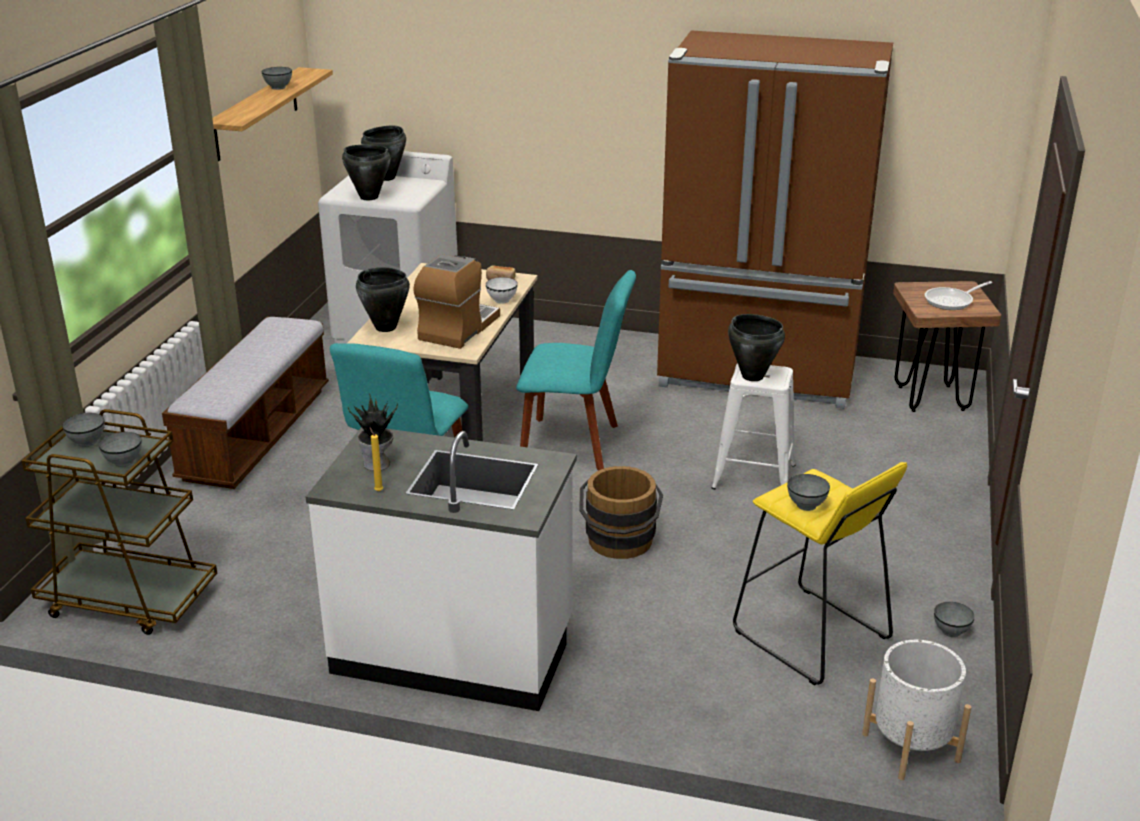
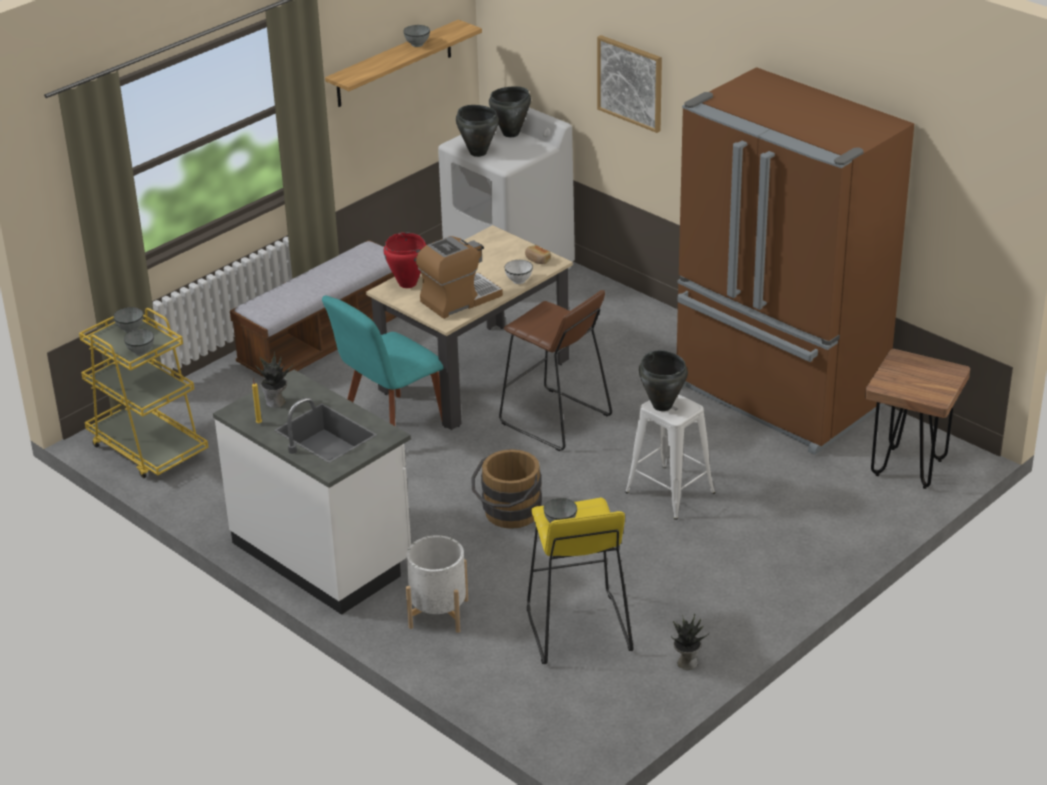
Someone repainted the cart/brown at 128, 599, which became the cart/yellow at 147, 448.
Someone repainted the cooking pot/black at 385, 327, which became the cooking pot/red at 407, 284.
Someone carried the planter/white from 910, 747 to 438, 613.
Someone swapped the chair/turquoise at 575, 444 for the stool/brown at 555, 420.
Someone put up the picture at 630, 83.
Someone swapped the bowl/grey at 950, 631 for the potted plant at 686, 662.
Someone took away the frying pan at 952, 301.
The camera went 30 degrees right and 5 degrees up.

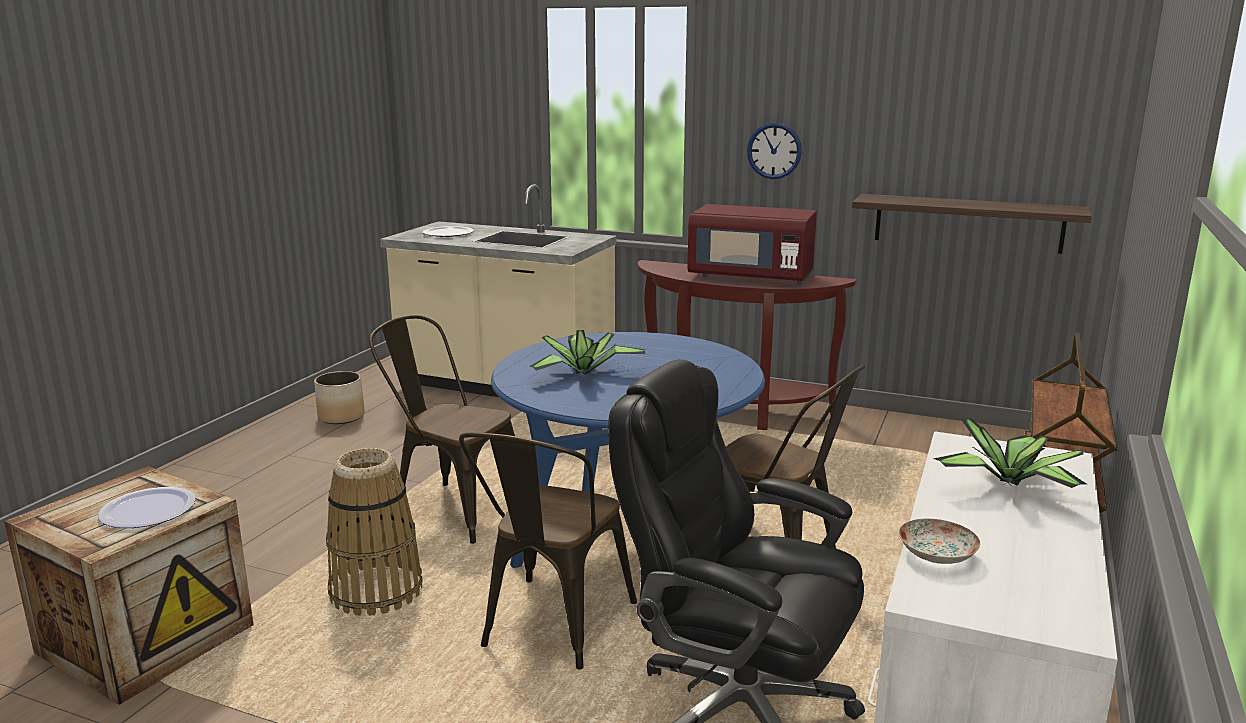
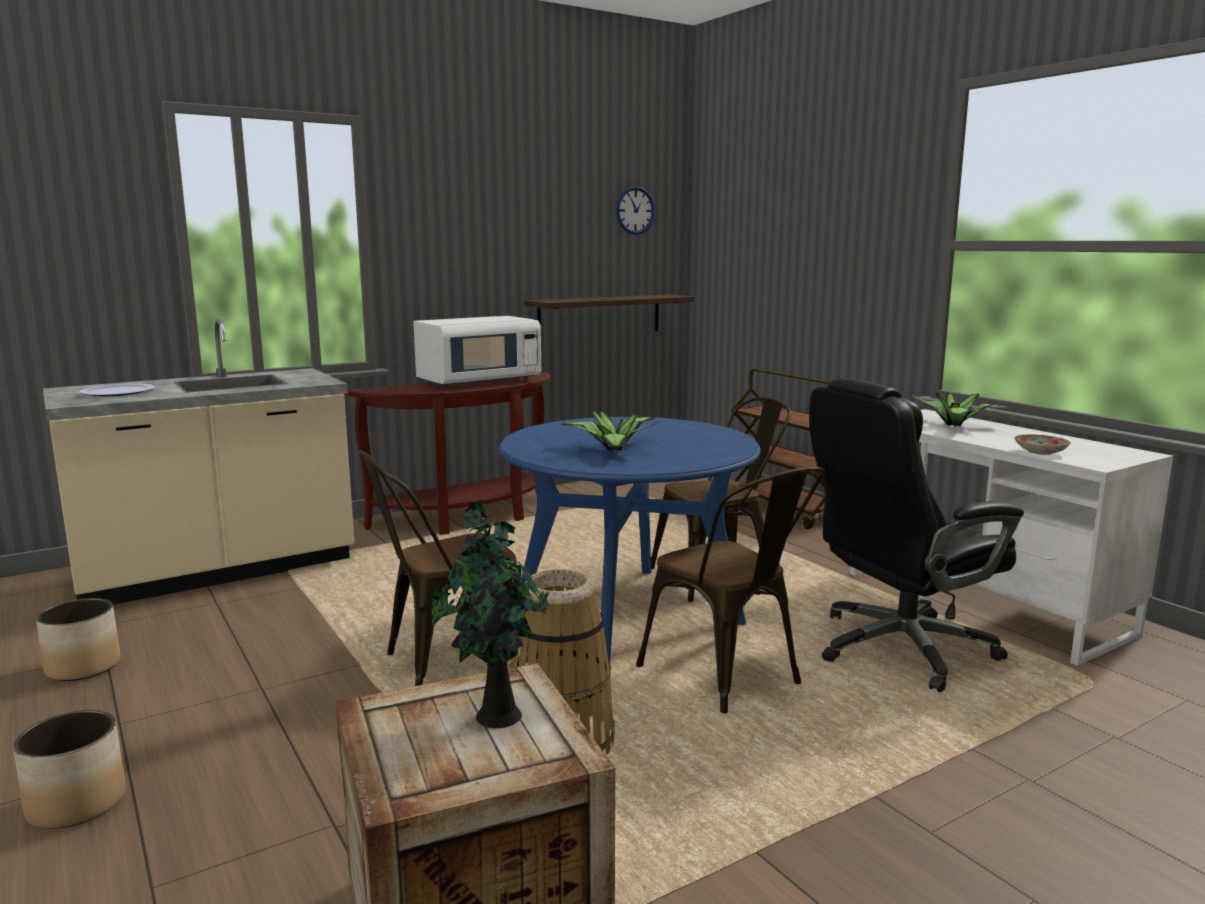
Someone put down the planter at 77, 803.
Someone repainted the microwave/red at 751, 277, which became the microwave/white at 479, 382.
Someone swapped the plate at 148, 510 for the potted plant at 494, 715.
Someone carried the wall clock from 774, 151 to 635, 210.
The camera went 55 degrees left and 5 degrees down.

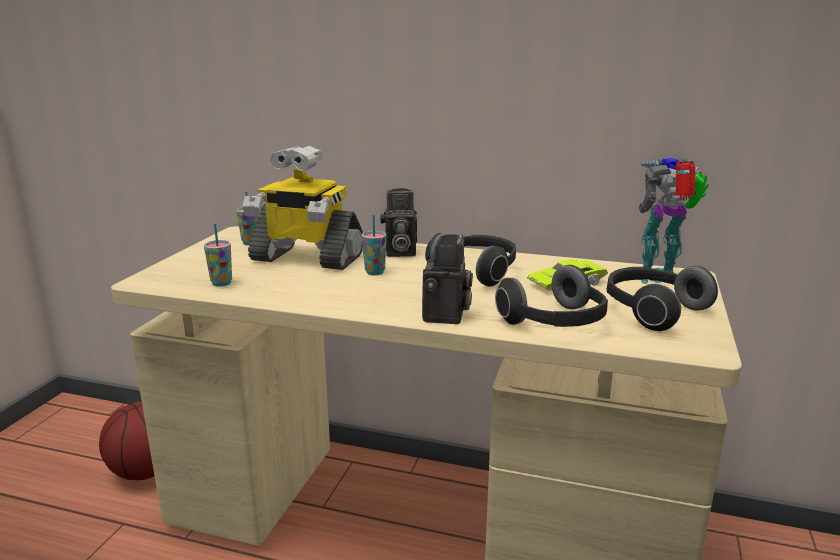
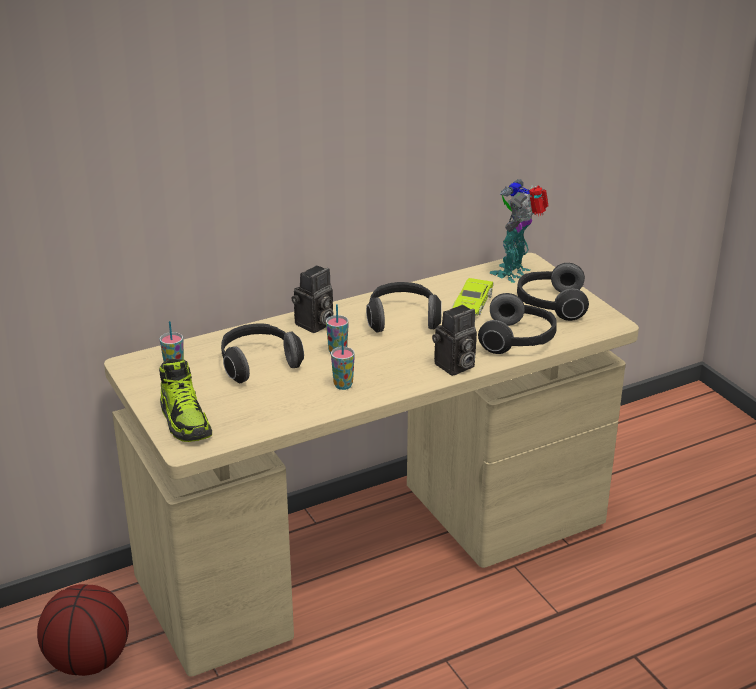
Someone put down the shoe at 185, 421.
Someone swapped the toy robot at 306, 258 for the headphones at 258, 364.
Someone carried the cup from 221, 283 to 343, 385.
Someone rotated the photo camera at 446, 317 by 90 degrees clockwise.
The camera went 45 degrees left and 10 degrees up.

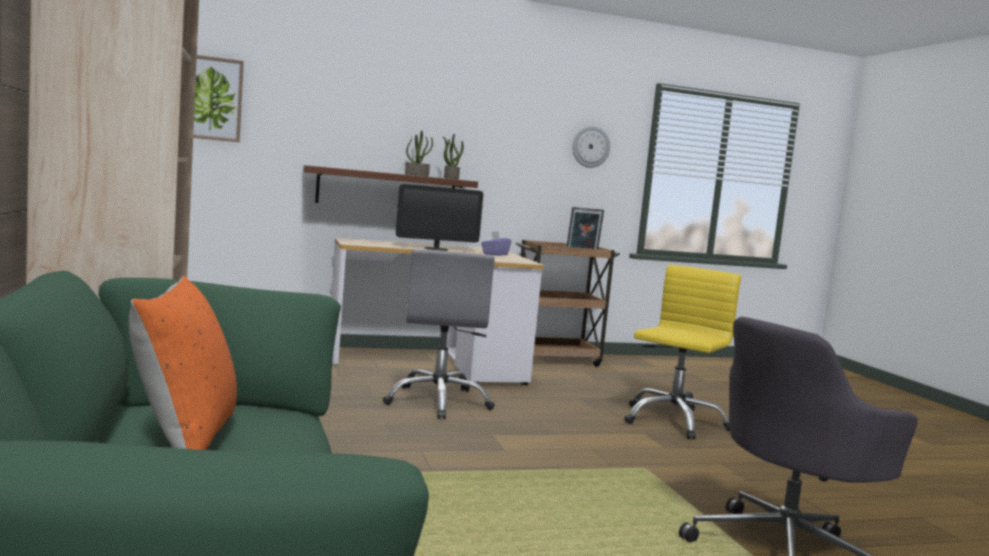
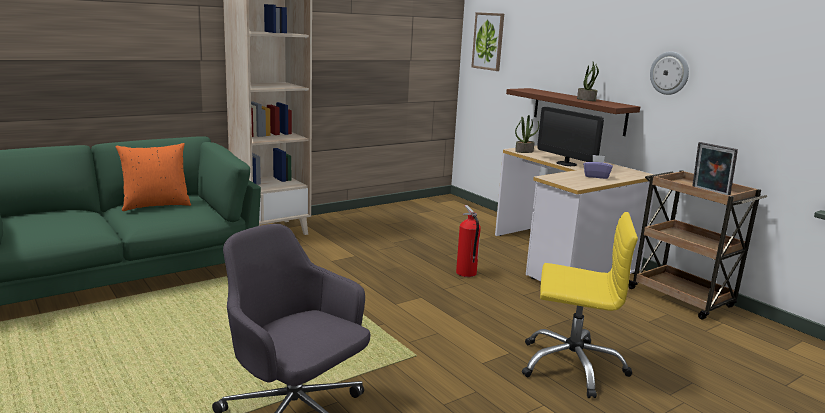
Someone swapped the office chair/grey at 438, 402 for the fire extinguisher at 466, 273.
Someone carried the potted plant from 450, 178 to 524, 151.
Someone carried the wall clock from 590, 147 to 669, 73.
The camera went 70 degrees right and 10 degrees up.

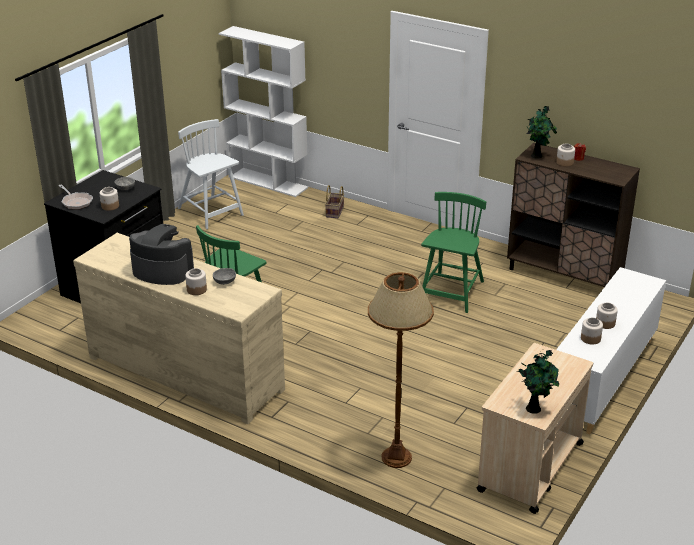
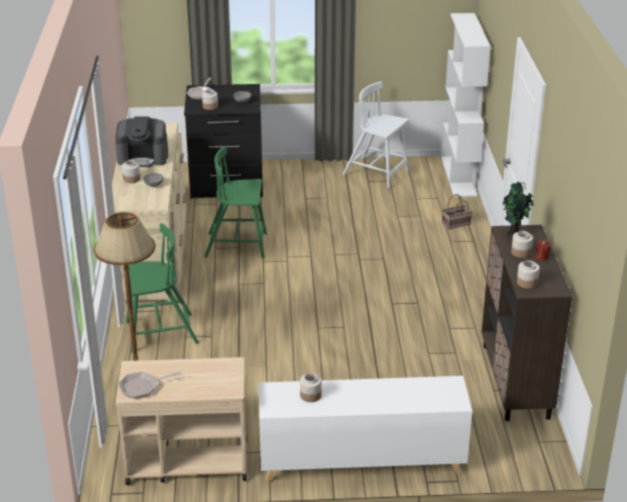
Someone rotated the coffee machine at 162, 271 by 105 degrees clockwise.
Someone swapped the potted plant at 534, 408 for the frying pan at 142, 387.
Someone carried the chair/green from 451, 293 to 160, 333.
Someone rotated the chair/white at 211, 212 by 75 degrees counterclockwise.
Someone carried the jar from 605, 323 to 526, 283.
The camera went 55 degrees right and 0 degrees up.

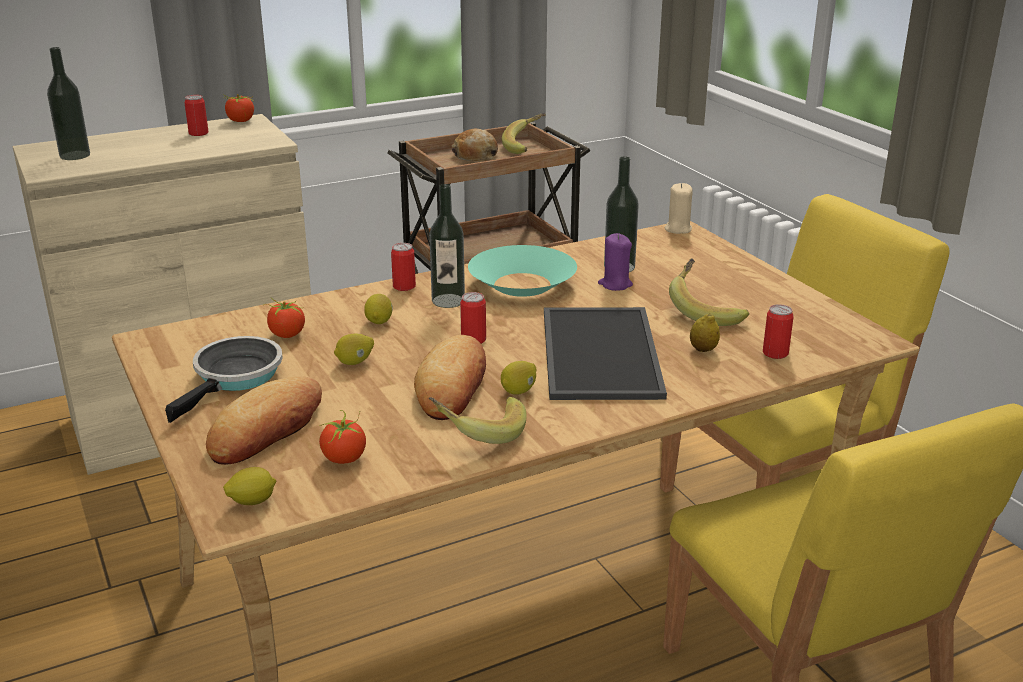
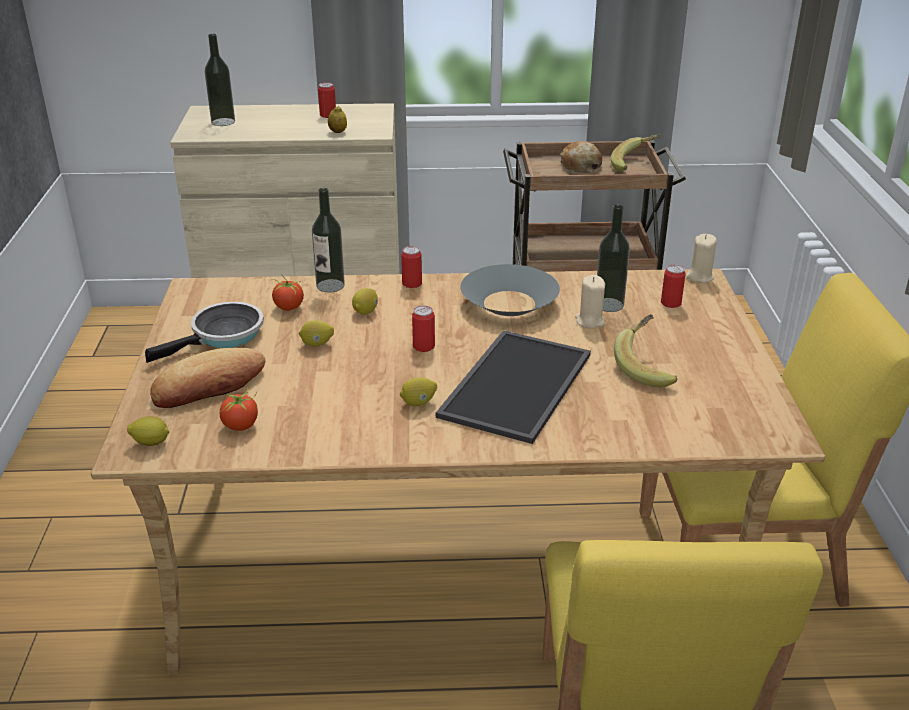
Someone carried the bottle from 448, 301 to 330, 285.
Someone carried the lemon from 703, 350 to 338, 132.
Someone repainted the bowl/turquoise at 523, 284, which became the bowl/grey at 510, 303.
Someone repainted the candle/purple at 615, 284, which became the candle/beige at 589, 321.
Someone carried the can from 775, 353 to 671, 303.
Someone took away the tomato at 240, 121.
Someone took away the bread at 452, 385.
Someone took away the banana at 479, 432.
The camera went 25 degrees right and 5 degrees up.

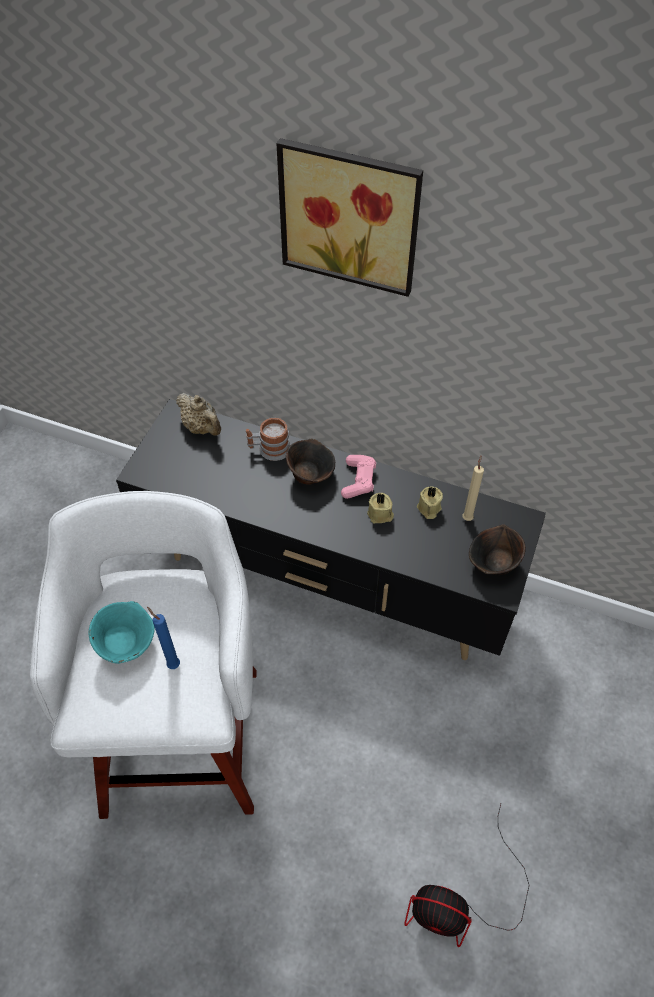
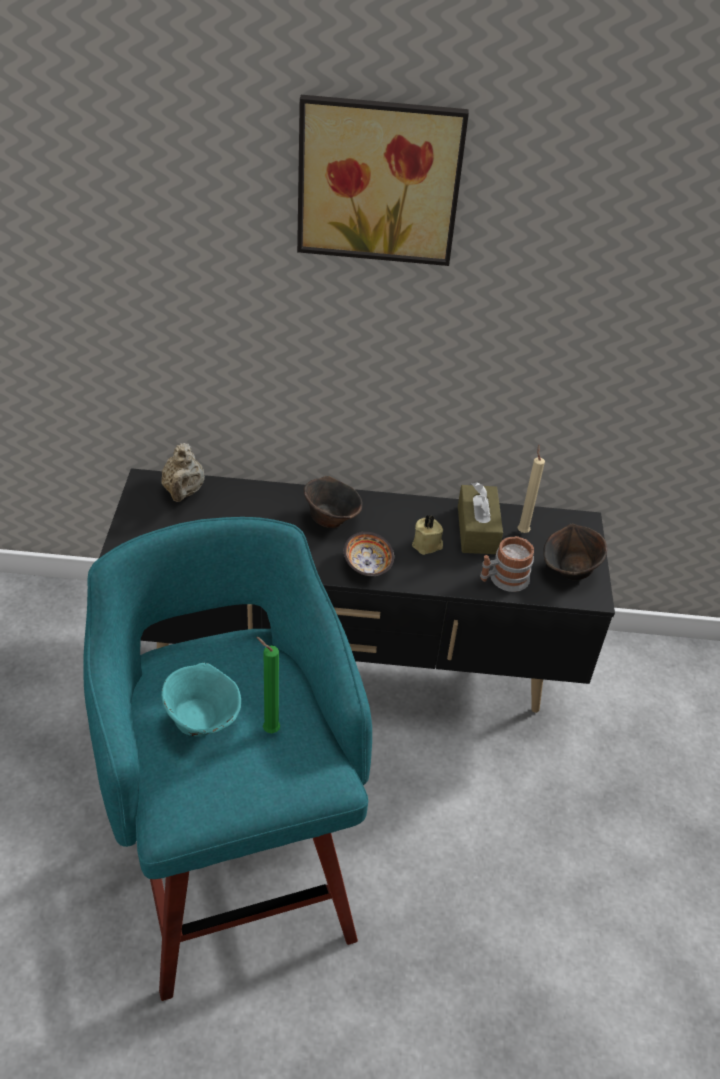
Someone repainted the stool/white at 183, 733, which became the stool/turquoise at 236, 871.
Someone rotated the teapot/beige at 202, 428 by 60 degrees clockwise.
Someone repainted the candle/blue at 172, 664, which became the candle/green at 268, 729.
Someone put down the bowl at 367, 565.
Someone swapped the candle/beige at 428, 509 for the tissue box/brown at 477, 530.
Someone carried the mug from 269, 449 to 503, 579.
Someone took away the game controller/pink at 358, 480.
Someone took away the fan at 462, 903.
The camera went 20 degrees left and 10 degrees down.

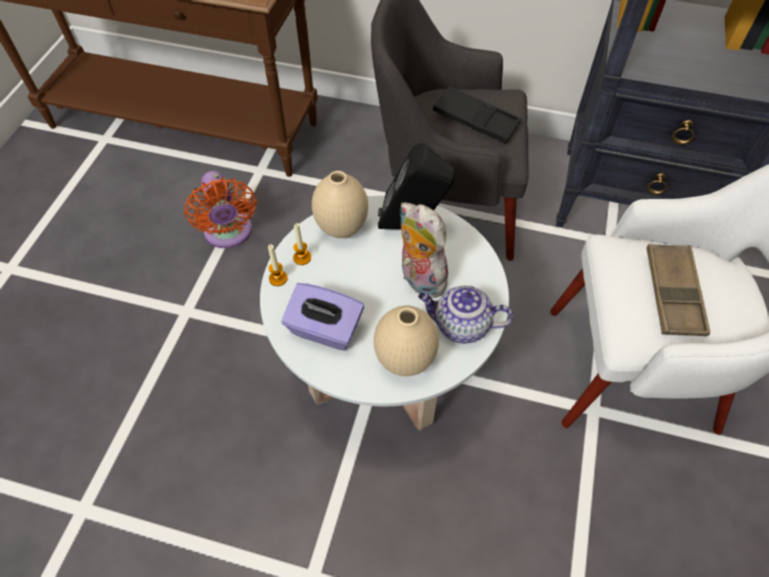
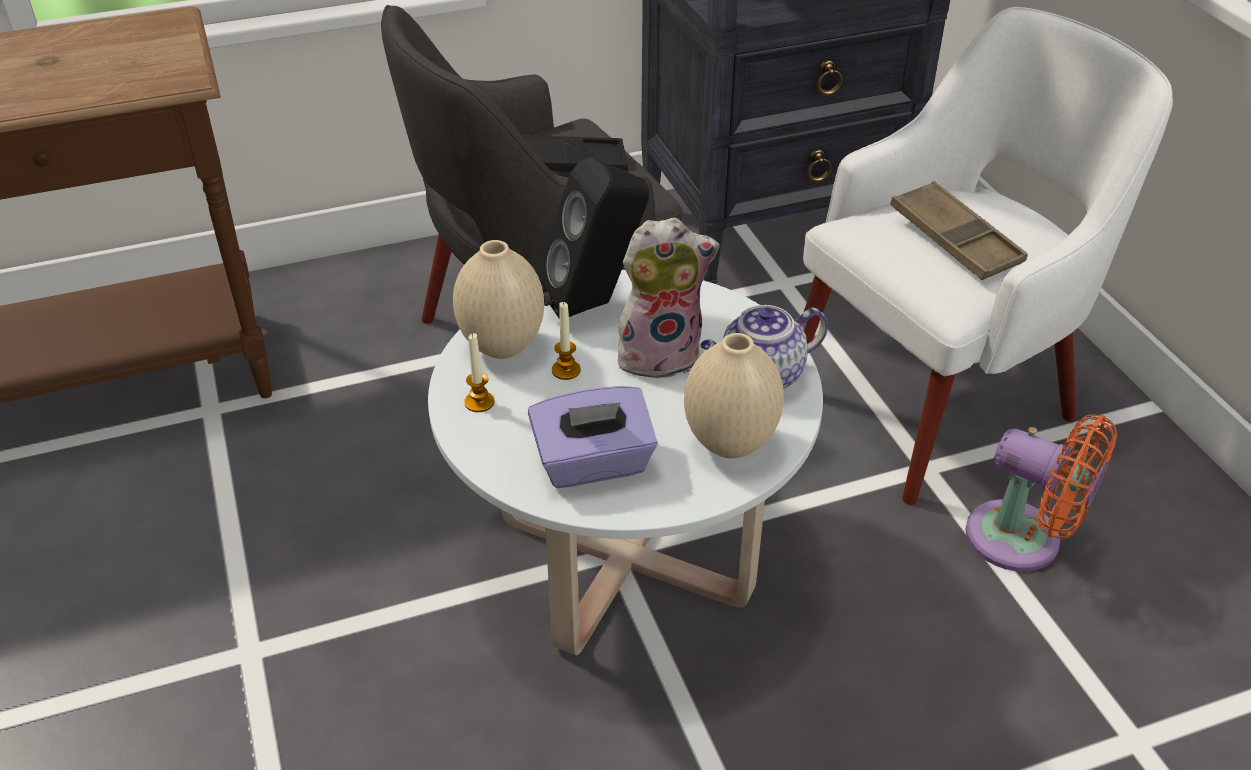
Someone carried the candle from 278, 278 to 566, 370.
Someone rotated the plush toy at 419, 279 by 150 degrees clockwise.
Someone carried the fan/orange from 229, 234 to 1023, 541.
The camera went 35 degrees left and 15 degrees down.

